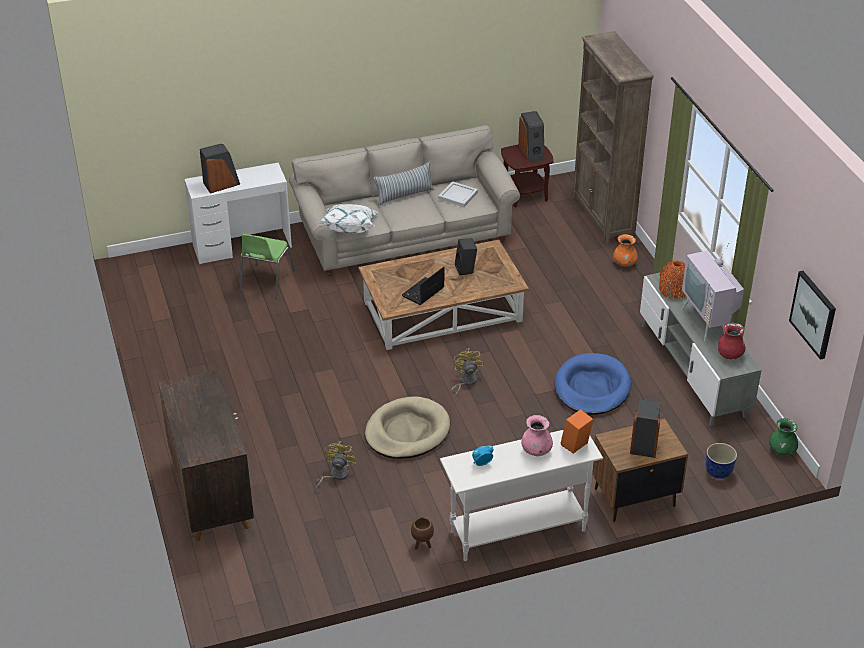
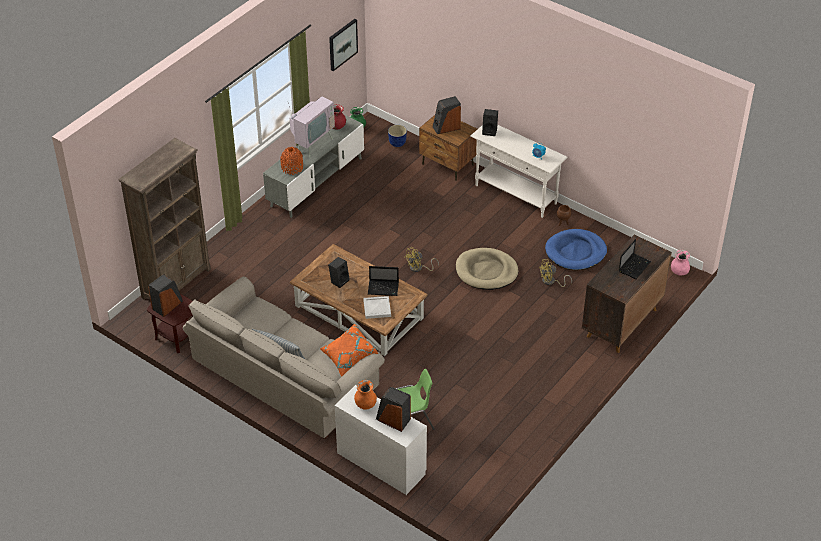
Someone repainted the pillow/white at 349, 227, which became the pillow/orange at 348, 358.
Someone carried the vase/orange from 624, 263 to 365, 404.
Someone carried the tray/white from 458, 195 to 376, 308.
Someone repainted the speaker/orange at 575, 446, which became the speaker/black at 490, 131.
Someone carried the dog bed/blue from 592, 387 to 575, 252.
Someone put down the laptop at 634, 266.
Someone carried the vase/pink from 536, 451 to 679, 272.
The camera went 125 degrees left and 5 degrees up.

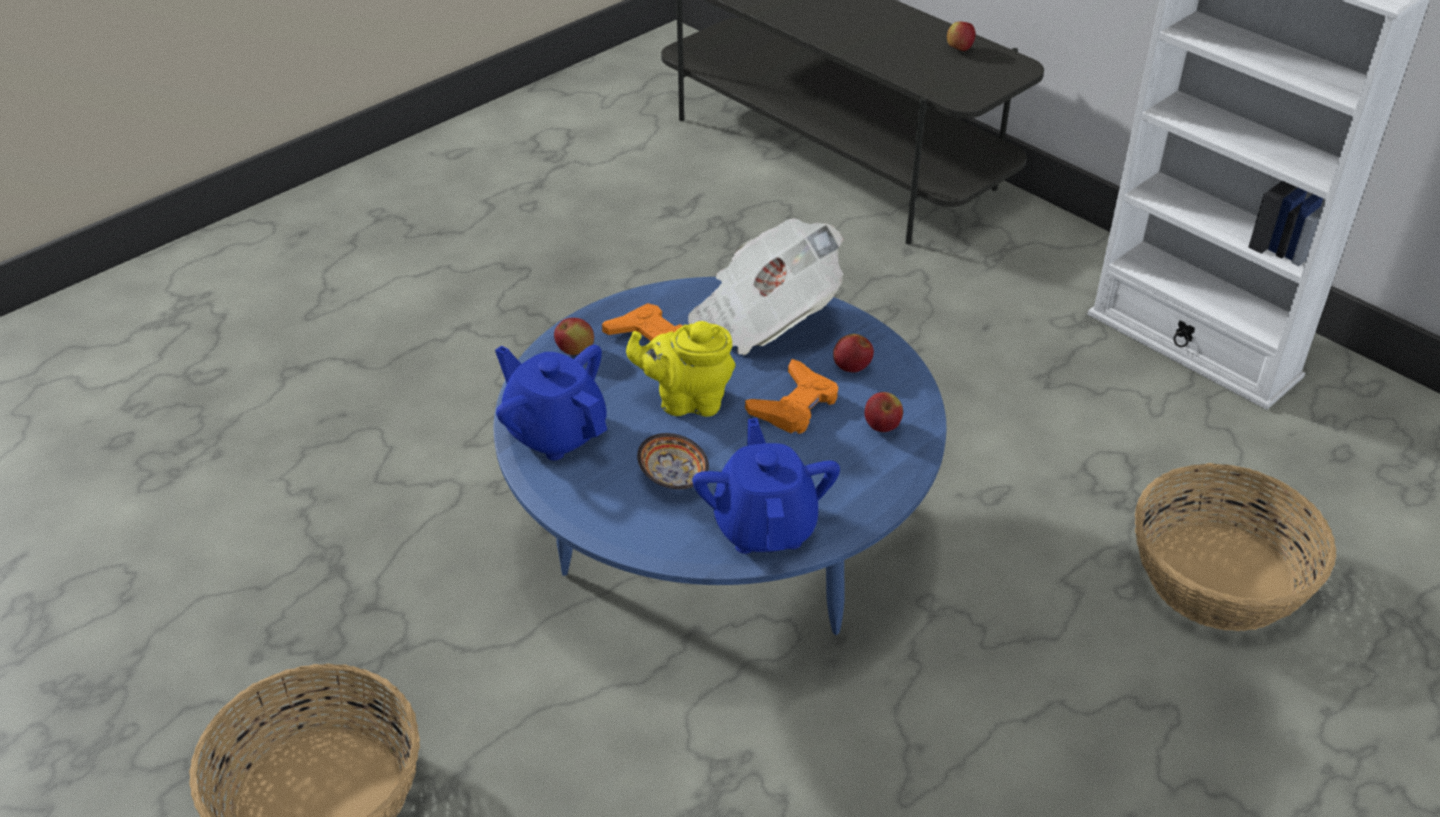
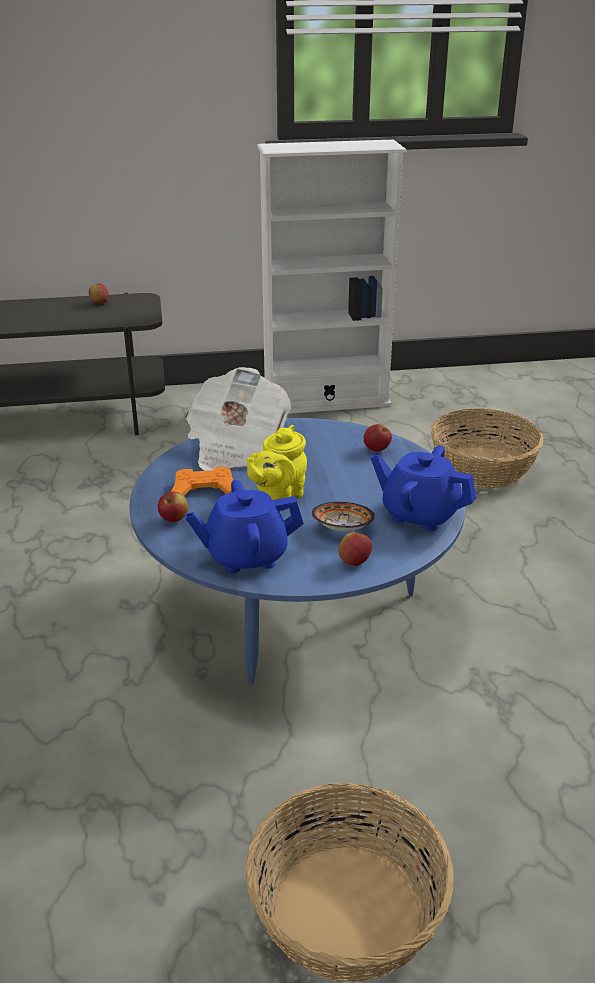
Someone carried the apple from 852, 368 to 354, 562.
Someone took away the game controller/orange at 794, 405.
The camera went 55 degrees left and 10 degrees down.

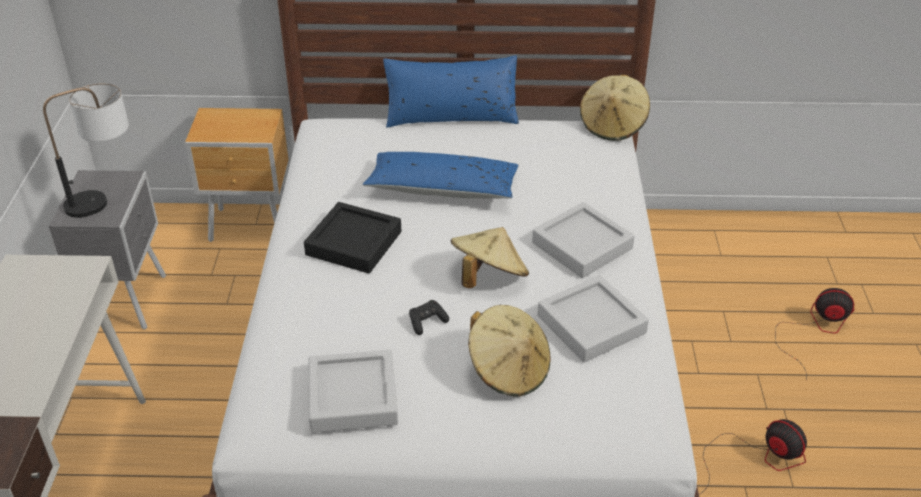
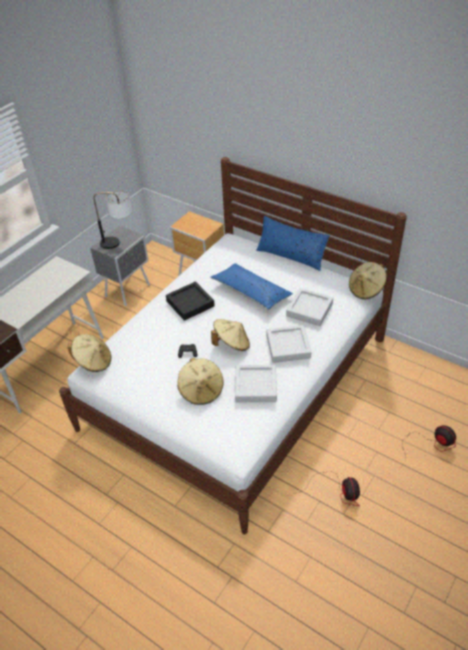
Someone put down the hat/beige at 93, 362.
Someone carried the tray/grey from 353, 397 to 309, 310.
The camera went 35 degrees right and 5 degrees up.

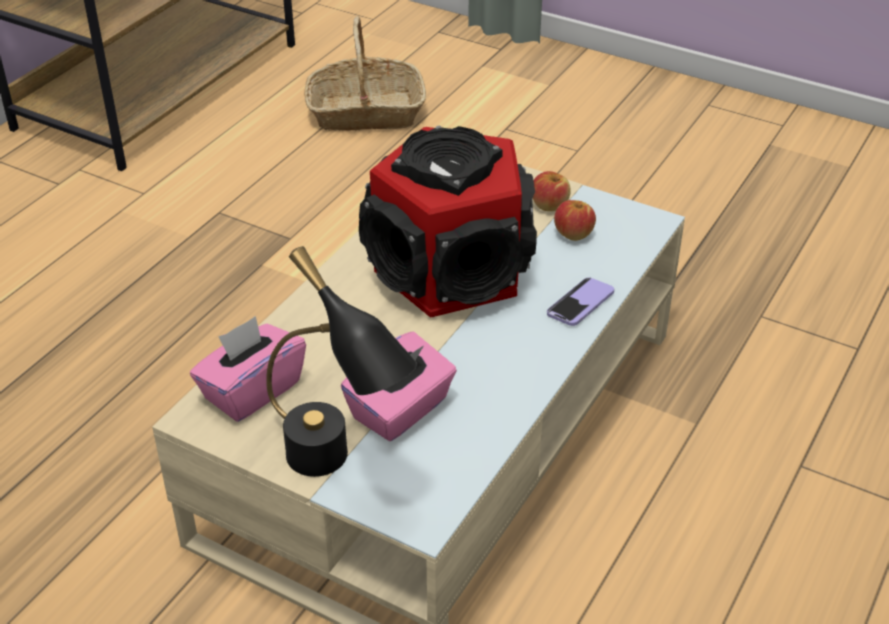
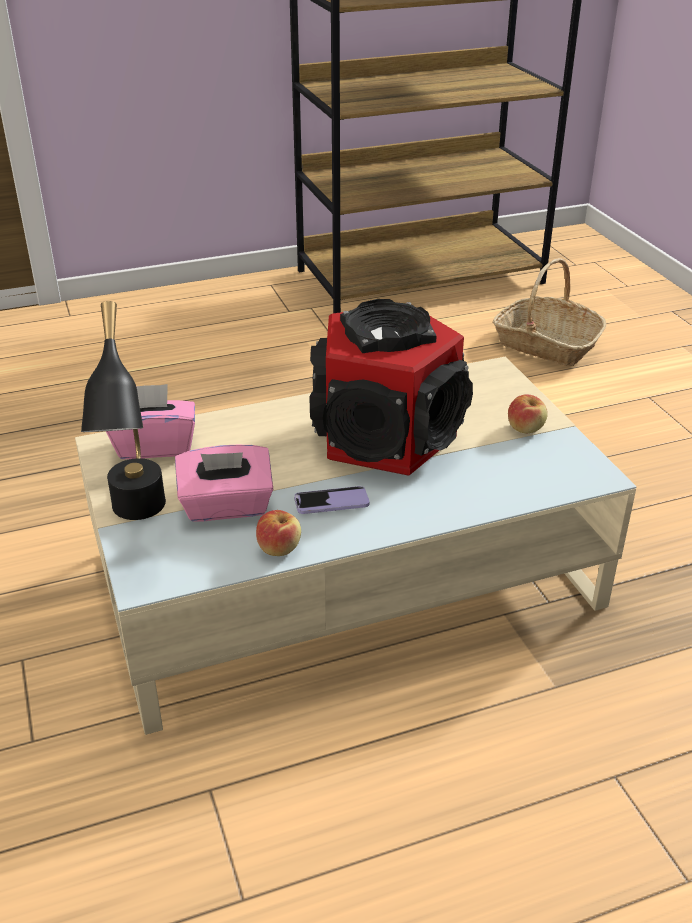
Someone carried the apple from 573, 233 to 279, 547.
Someone carried the phone from 580, 303 to 331, 502.
The camera went 40 degrees right and 5 degrees down.

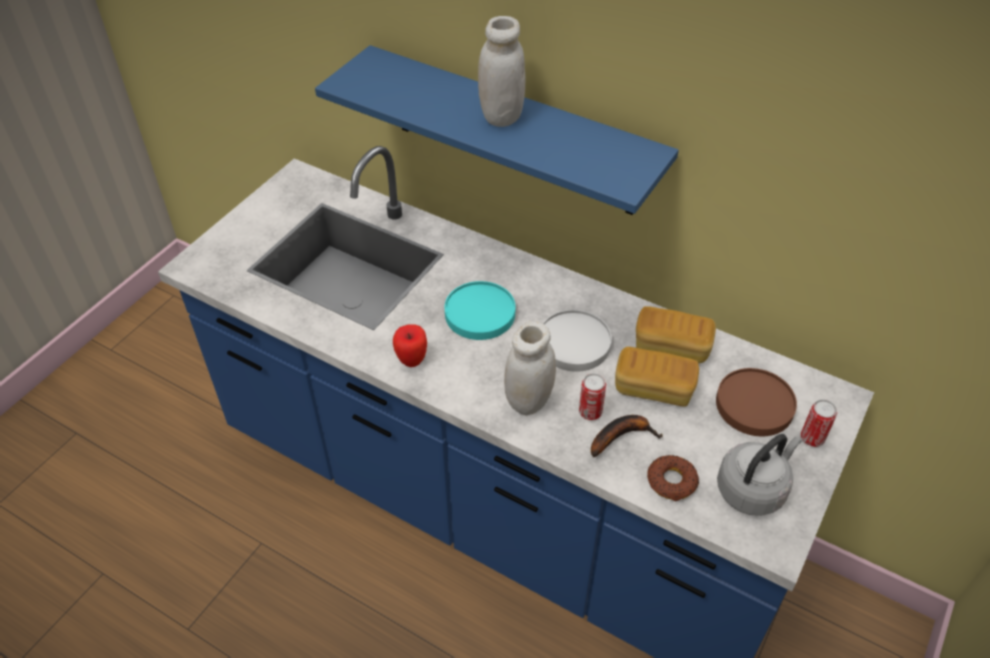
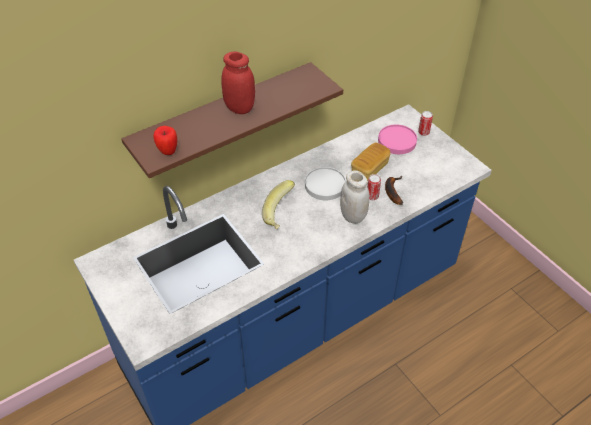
Someone repainted the shelf/blue at 513, 132, which became the shelf/brown at 224, 119.
Someone carried the apple from 412, 360 to 168, 151.
Someone repainted the jar/white at 501, 116, which became the jar/red at 239, 108.
Someone swapped the plate/turquoise at 479, 313 for the banana at 281, 214.
Someone repainted the plate/brown at 753, 405, which became the plate/pink at 397, 141.
Someone took away the bread at 671, 347.
Someone took away the donut at 672, 481.
Someone took away the kettle/grey at 753, 489.
The camera went 65 degrees left and 0 degrees up.

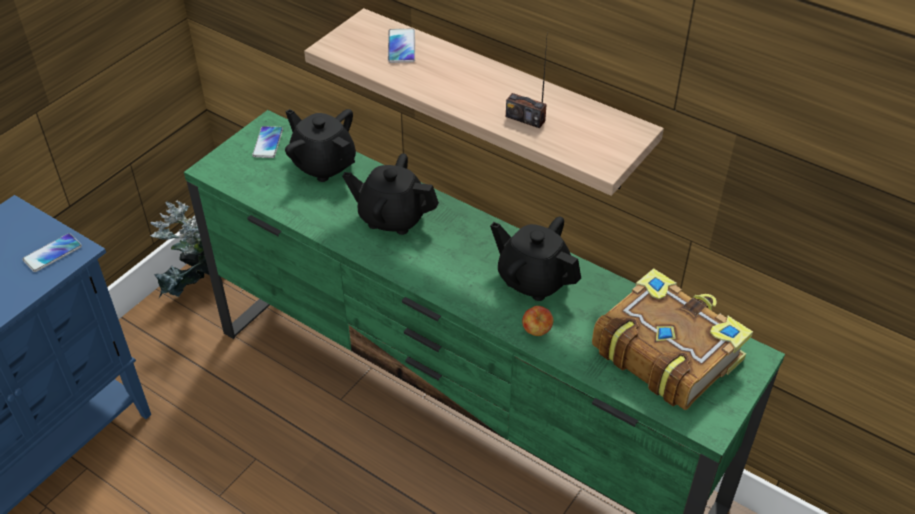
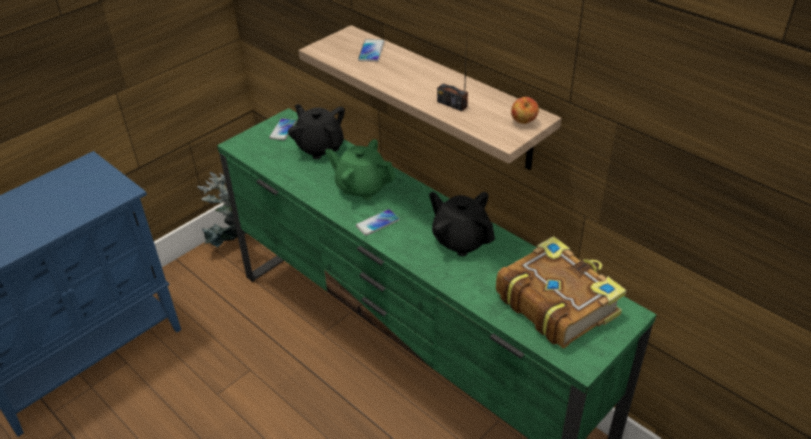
Someone repainted the teapot/black at 392, 217, which became the teapot/green at 362, 187.
Someone carried the phone from 52, 253 to 377, 223.
Someone carried the apple from 536, 331 to 523, 122.
The camera went 10 degrees right and 5 degrees down.

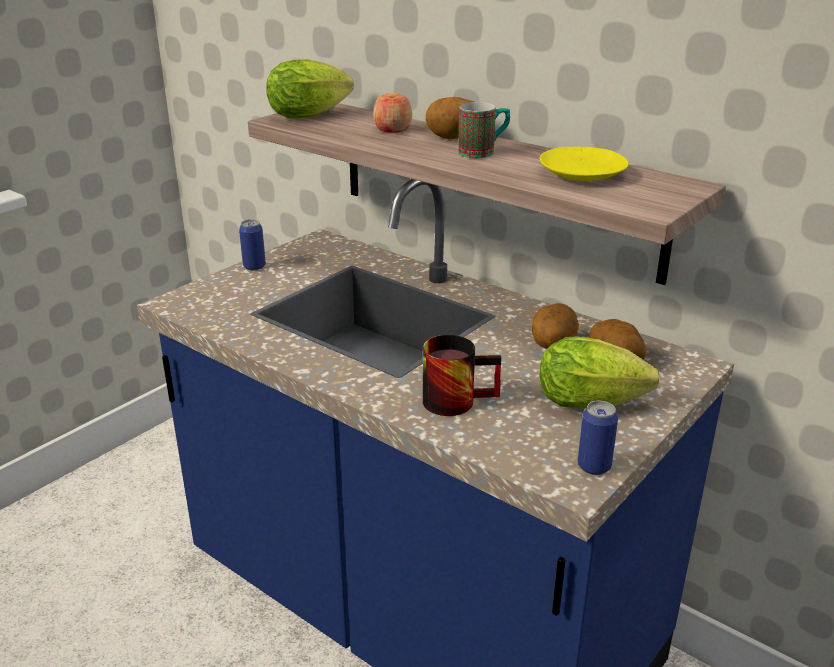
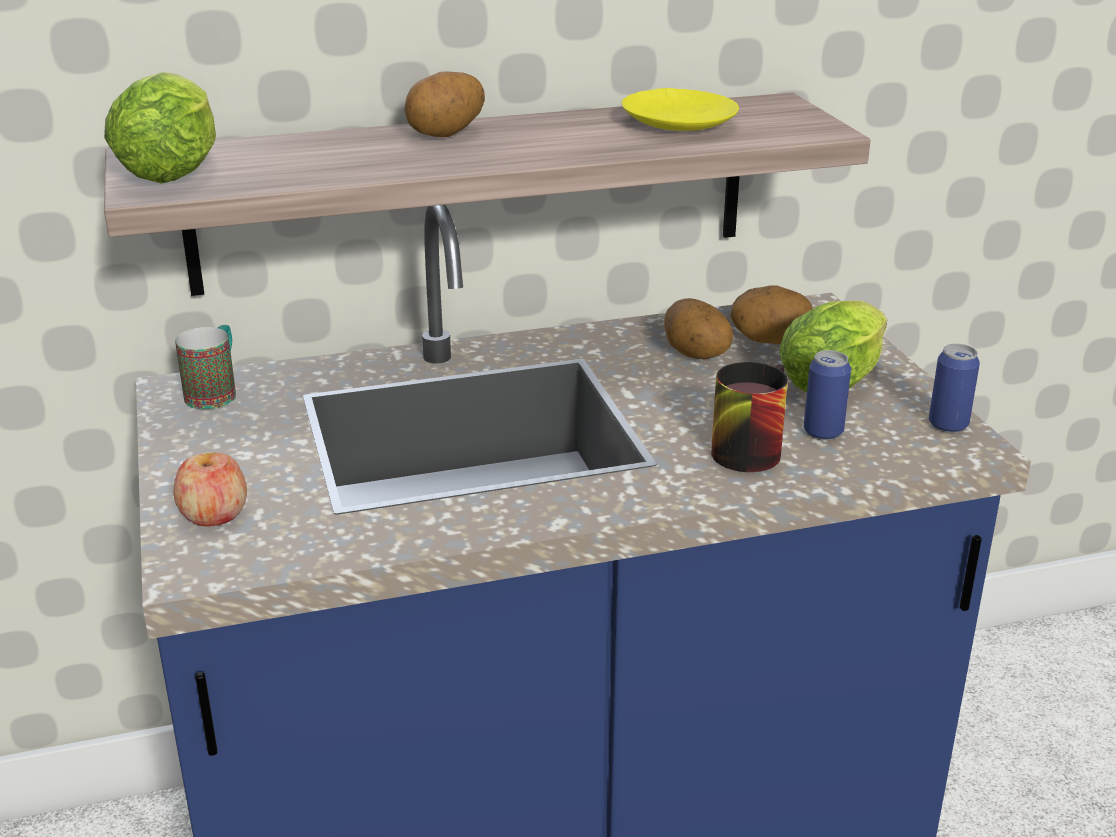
Someone carried the apple from 392, 130 to 214, 514.
Someone carried the mug from 483, 152 to 216, 392.
Someone carried the can from 254, 266 to 823, 432.
The camera went 55 degrees left and 0 degrees up.

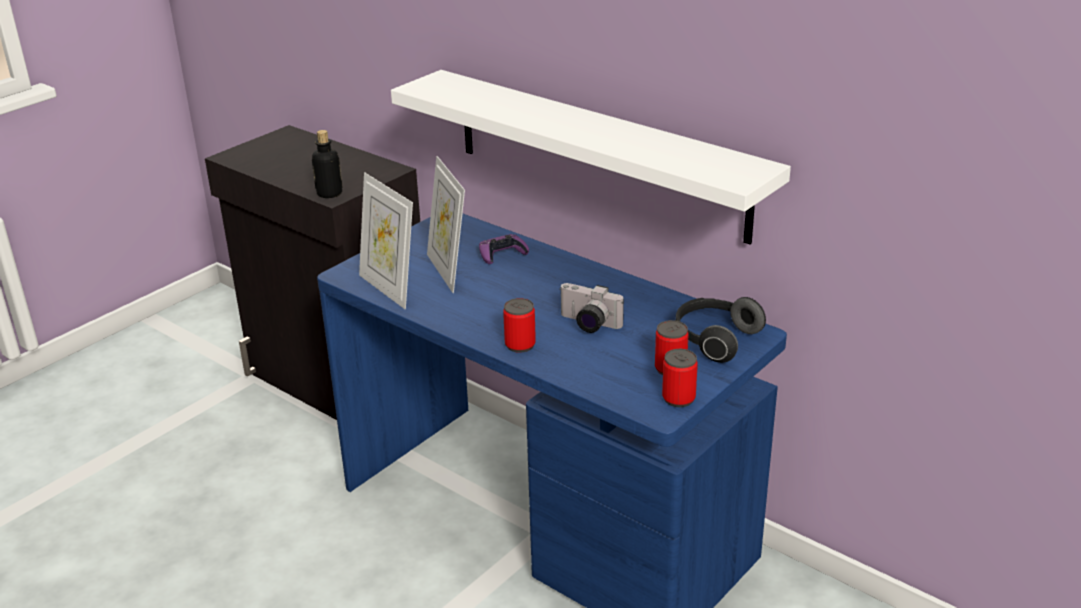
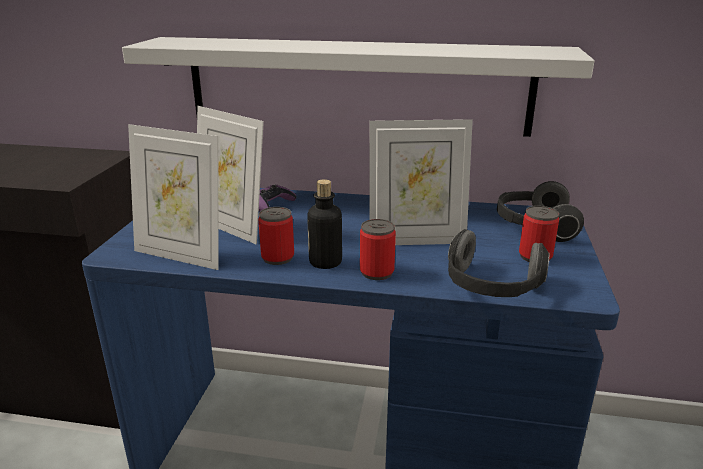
Someone carried the can from 678, 398 to 277, 258.
Someone carried the bottle from 329, 193 to 325, 262.
Someone swapped the photo camera at 587, 324 for the picture frame at 416, 240.
Someone put down the headphones at 491, 288.
The camera went 30 degrees left and 5 degrees down.

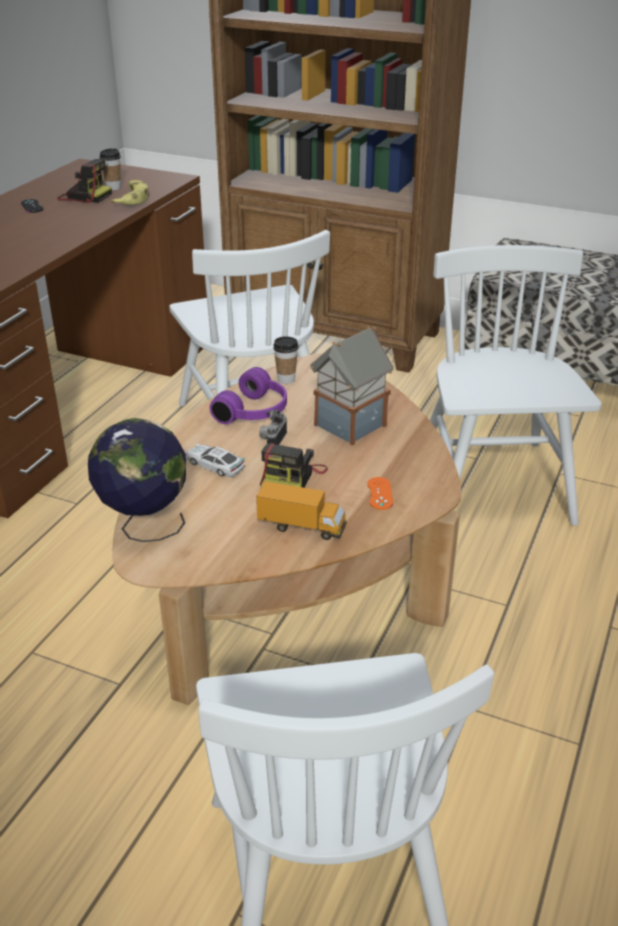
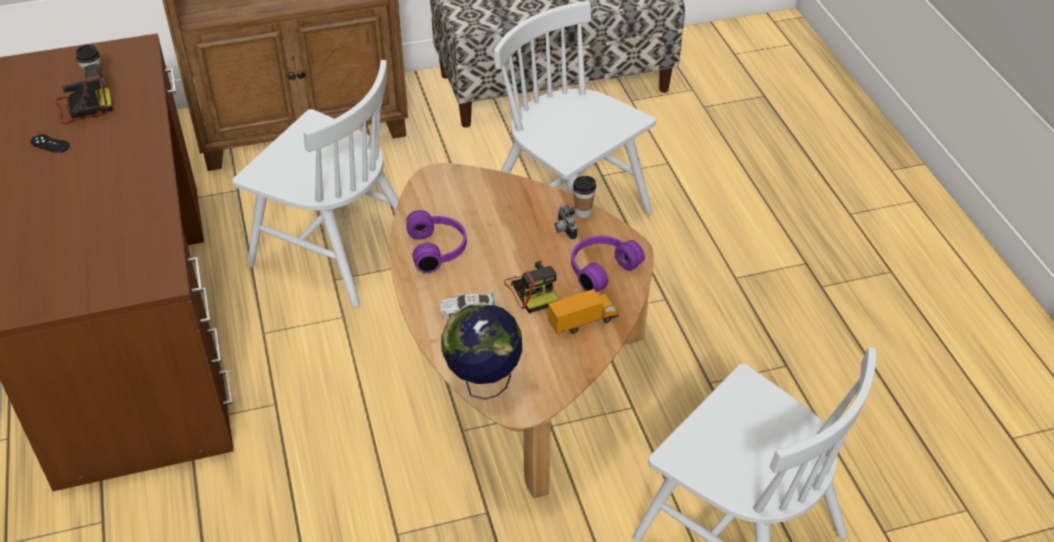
Someone carried the photo camera from 273, 441 to 563, 230.
Someone swapped the game controller/orange at 380, 493 for the headphones/purple at 600, 268.
Someone carried the cup from 286, 380 to 583, 212.
Someone took away the banana at 131, 199.
Someone took away the toy house at 349, 426.
The camera went 40 degrees left and 10 degrees up.

